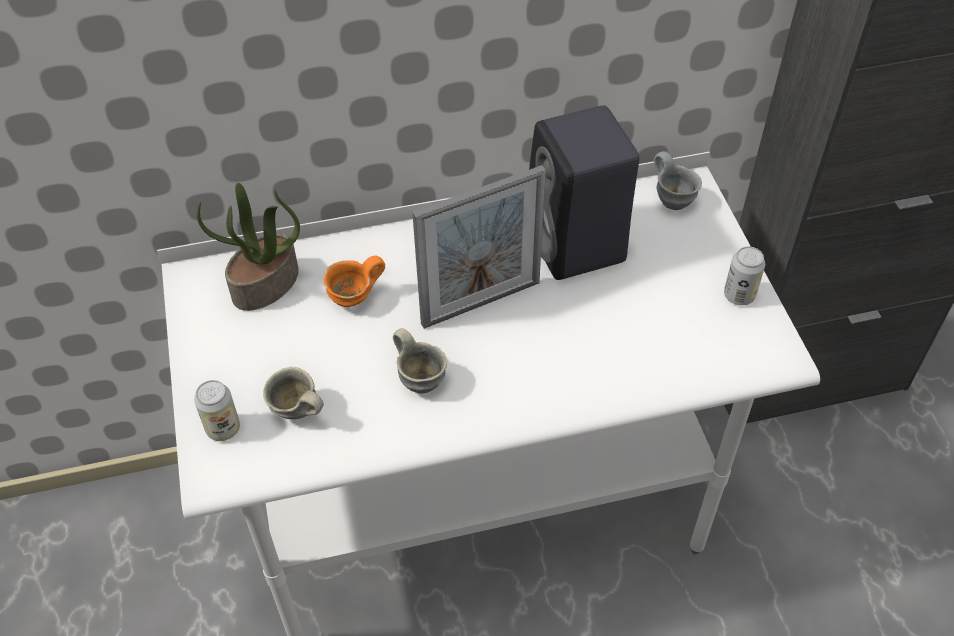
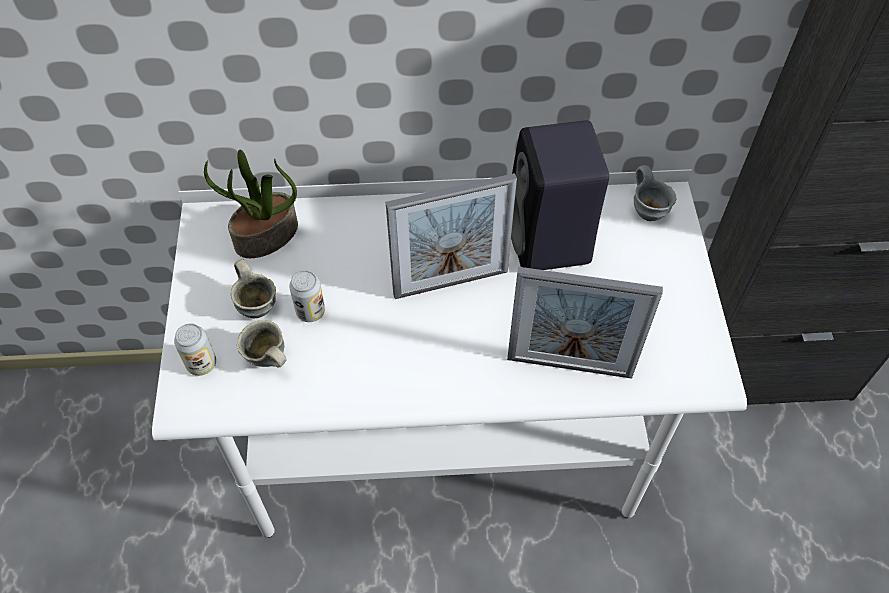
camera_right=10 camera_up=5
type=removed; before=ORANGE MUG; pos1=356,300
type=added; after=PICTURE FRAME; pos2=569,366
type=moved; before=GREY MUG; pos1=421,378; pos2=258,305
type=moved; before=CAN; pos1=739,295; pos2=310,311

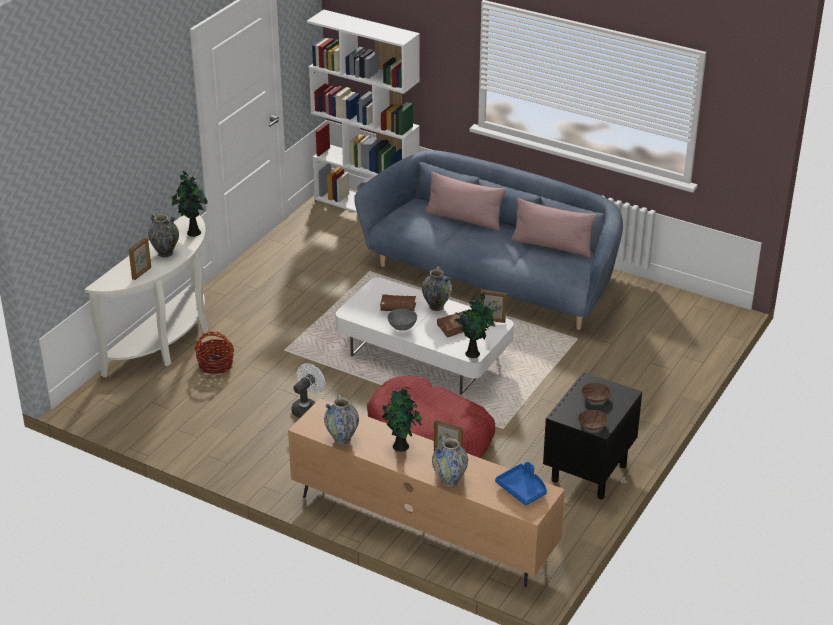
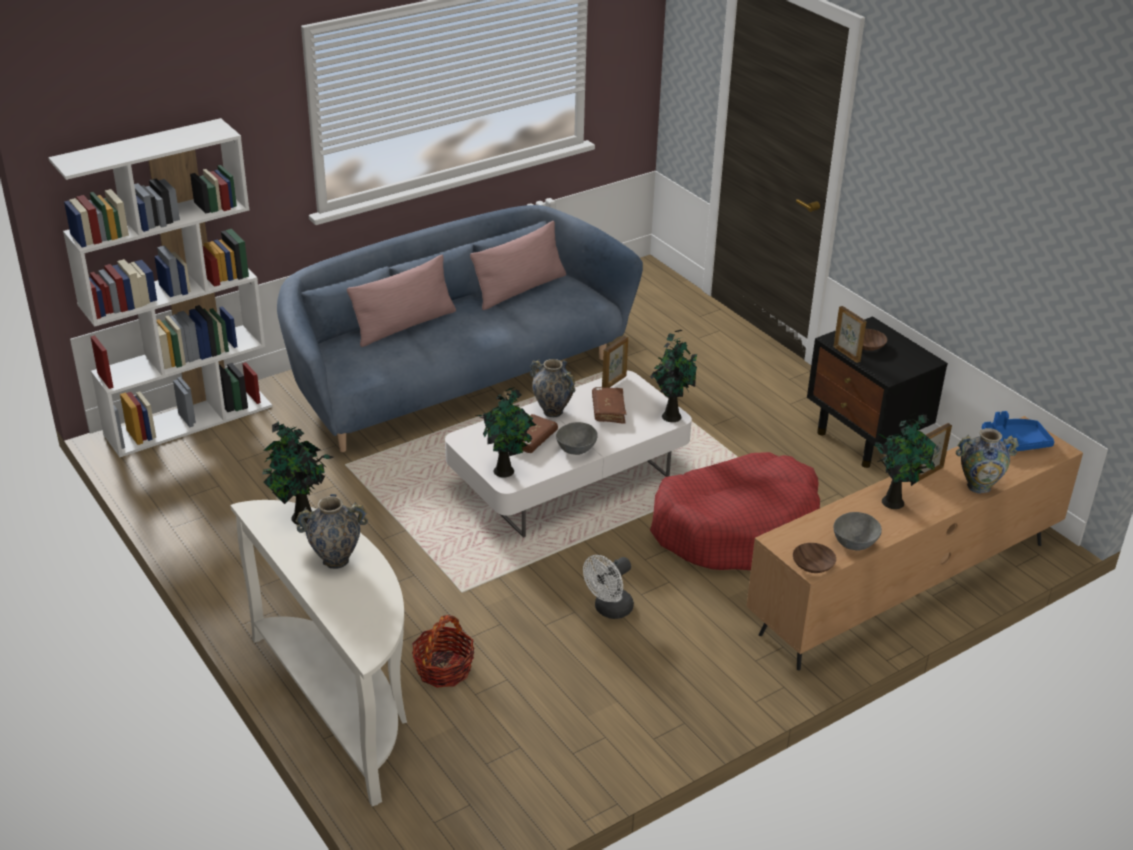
camera_right=-65 camera_up=0
type=added; after=POTTED PLANT; pos2=506,471
type=moved; before=PICTURE FRAME; pos1=142,273; pos2=847,354
type=moved; before=BROWN BOWL; pos1=592,425; pos2=814,565
type=replaced; before=VASE; after=GREY BOWL; pos1=342,439; pos2=855,543
type=turned; before=WHITE FAN; pos1=307,408; pos2=609,610; turn=-105

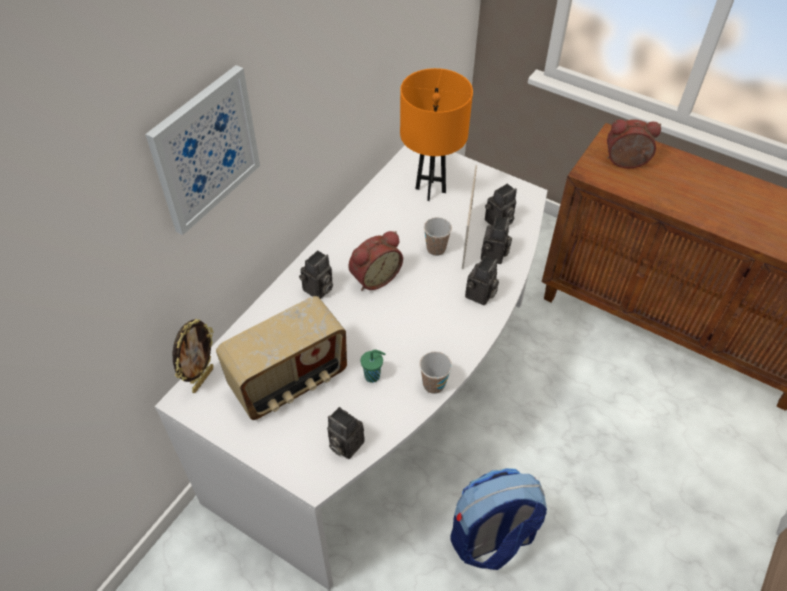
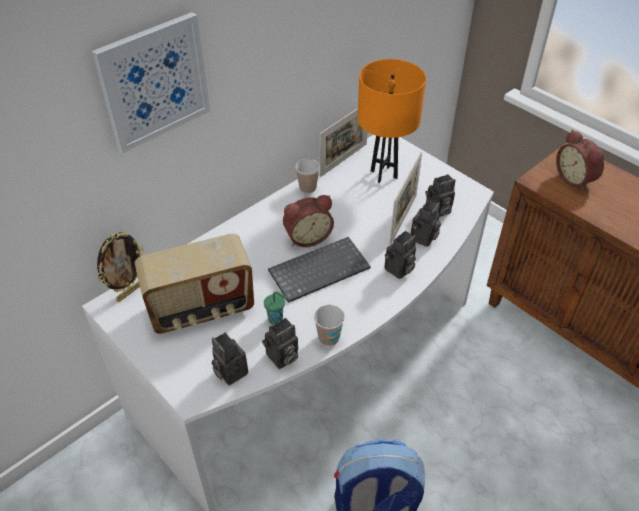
camera_right=15 camera_up=-5
type=added; after=KEYBOARD; pos2=319,269
type=added; after=PICTURE FRAME; pos2=343,160
type=moved; before=PHOTO CAMERA; pos1=318,290; pos2=282,358
type=moved; before=CUP; pos1=436,249; pos2=307,188
type=turned; before=ALARM CLOCK; pos1=625,163; pos2=575,179; turn=-135

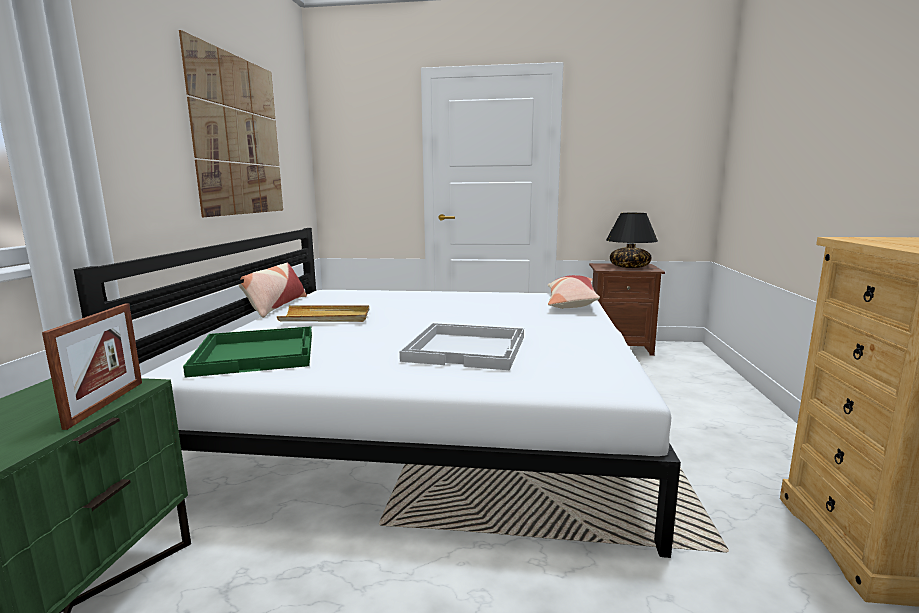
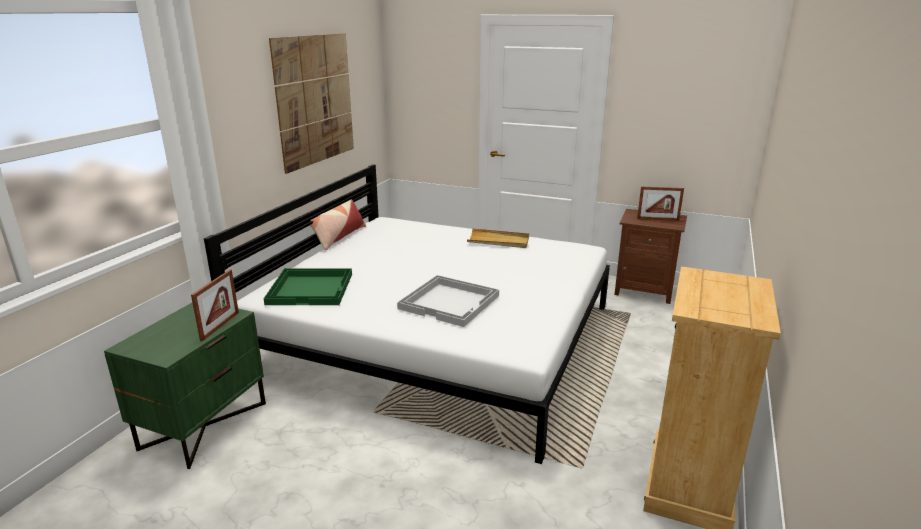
camera_right=15 camera_up=10
type=removed; before=PILLOW; pos1=571,302
type=moved; before=BEIGE TRAY; pos1=326,317; pos2=498,241
type=replaced; before=BLACK TABLE LAMP; after=PICTURE FRAME; pos1=629,267; pos2=658,219

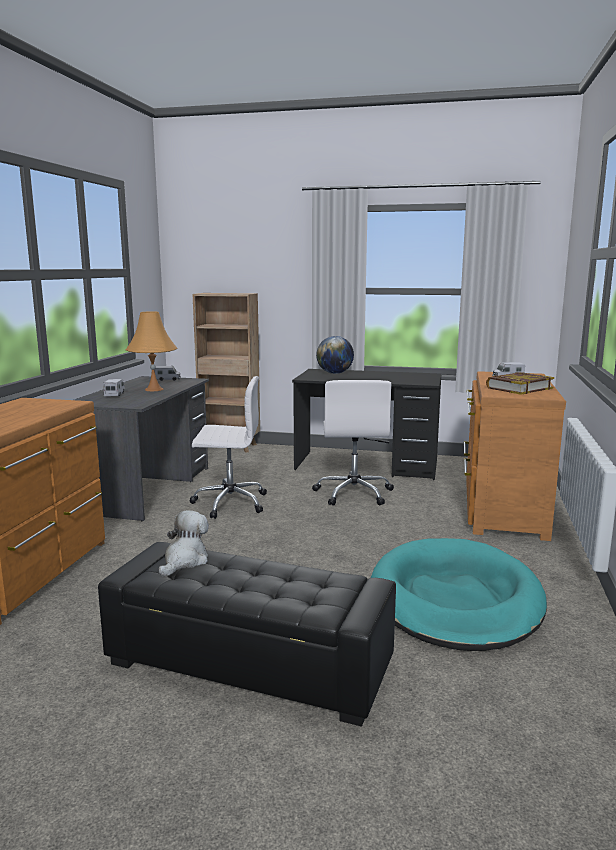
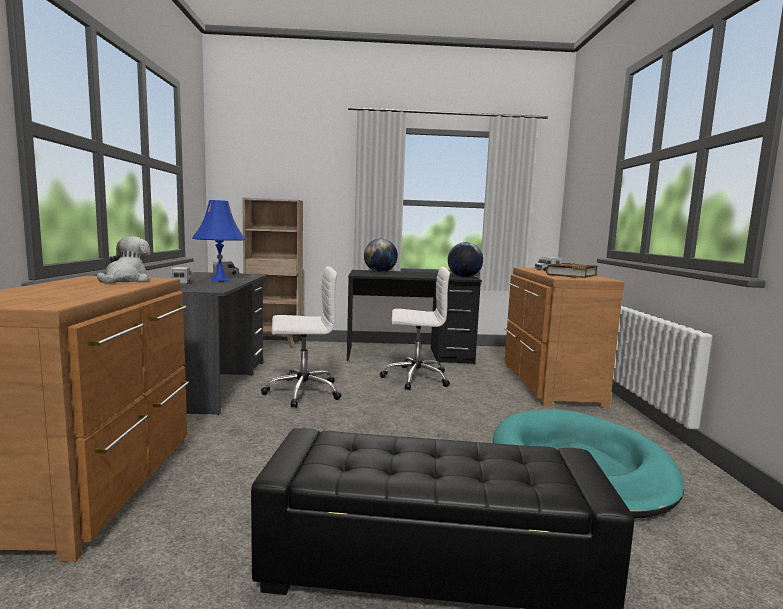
camera_right=-15 camera_up=-5
type=added; after=GLOBE; pos2=464,277
type=moved; before=PLUSH TOY; pos1=185,561; pos2=126,280
type=recoloured; before=ORANGE TABLE LAMP; after=BLUE TABLE LAMP; pos1=154,389; pos2=220,280
type=turned; before=WHITE OFFICE CHAIR; pos1=354,493; pos2=414,378; turn=-75

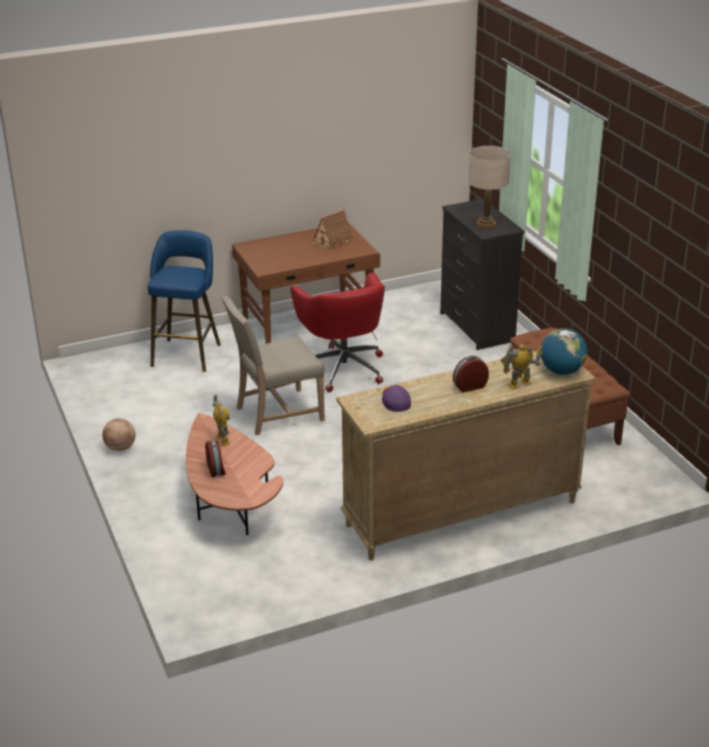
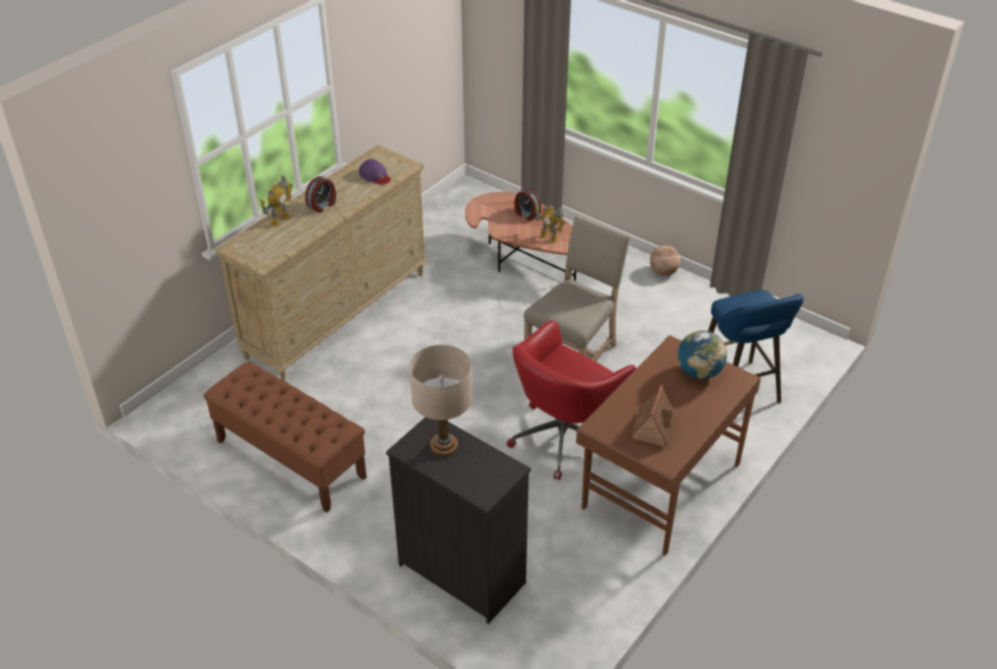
camera_right=150 camera_up=10
type=moved; before=GLOBE; pos1=561,371; pos2=699,372
type=turned; before=RED OFFICE CHAIR; pos1=343,367; pos2=564,436; turn=-90

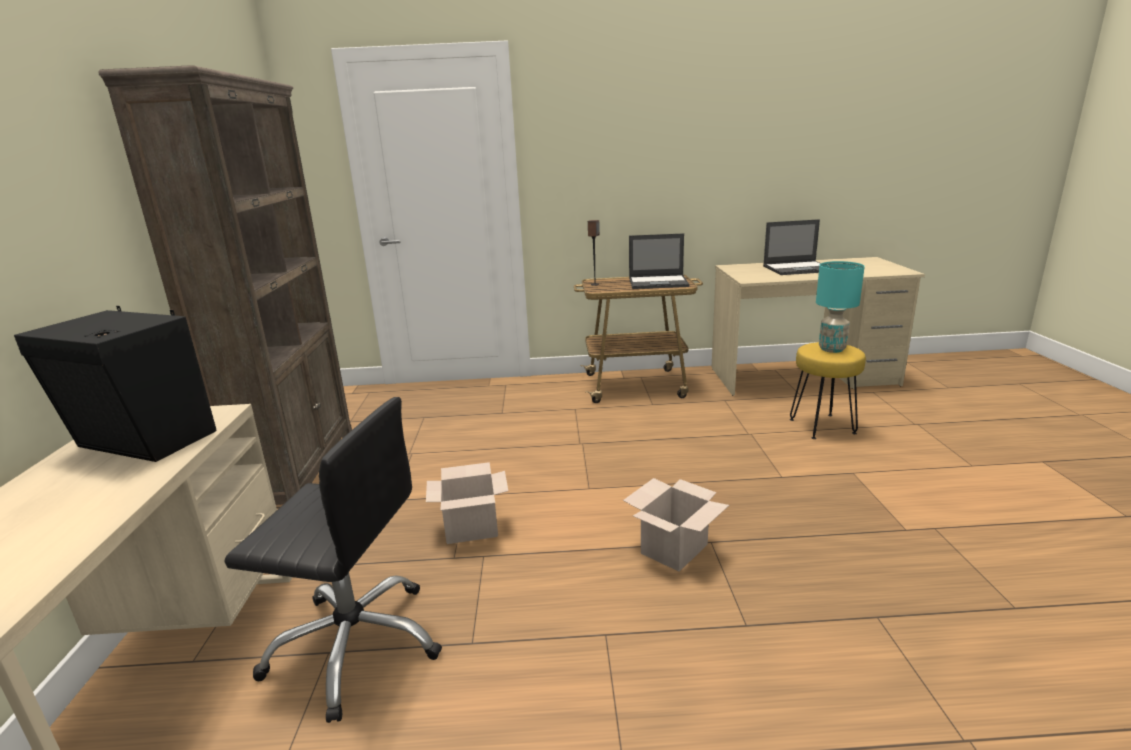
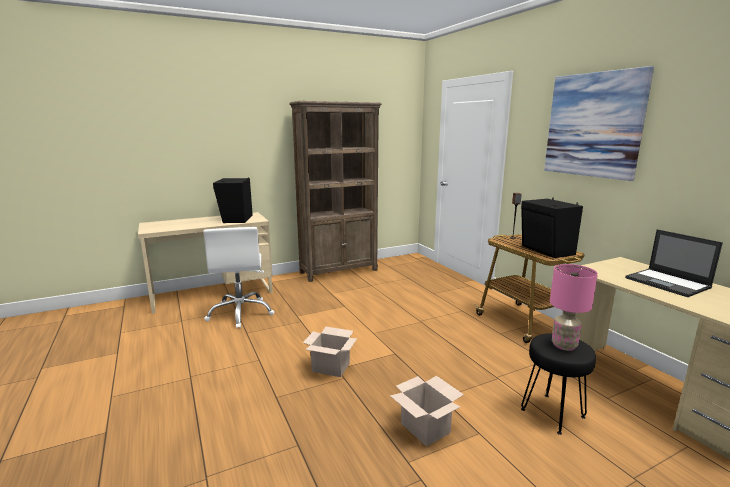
camera_right=65 camera_up=-5
type=added; after=PICTURE; pos2=593,125
type=moved; before=CARDBOARD BOX; pos1=473,527; pos2=426,428
type=replaced; before=LAPTOP; after=BLACK SPEAKER; pos1=659,282; pos2=546,251
type=recoloured; before=BLACK OFFICE CHAIR; after=WHITE OFFICE CHAIR; pos1=356,644; pos2=241,313
type=recoloured; before=YELLOW STOOL; after=BLACK STOOL; pos1=822,426; pos2=551,413
type=recoloured; before=TURQUOISE TABLE LAMP; after=PINK TABLE LAMP; pos1=831,349; pos2=564,345

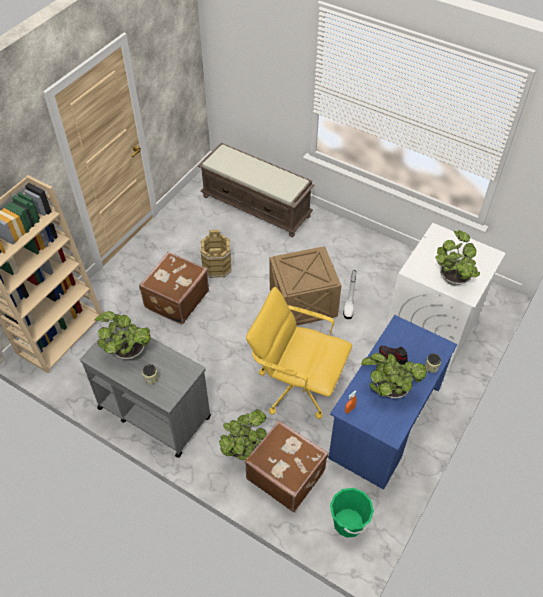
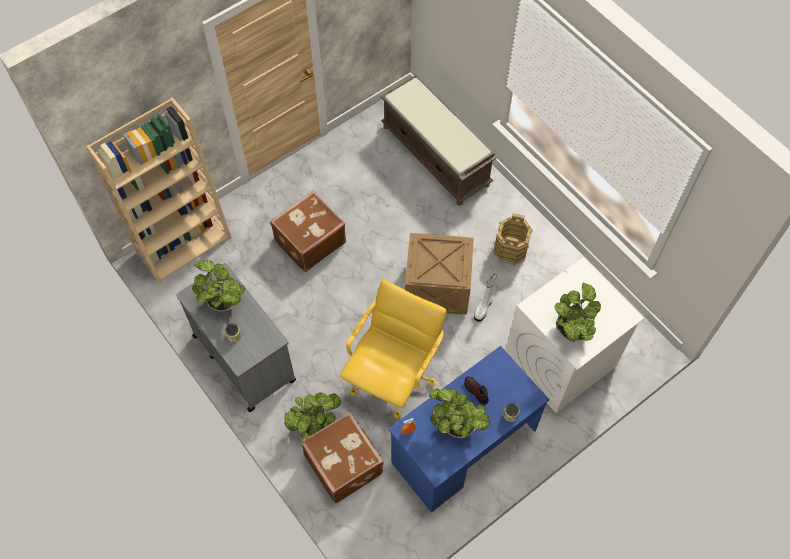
camera_right=20 camera_up=10
type=removed; before=GREEN BUCKET; pos1=348,523
type=moved; before=BROWN BUCKET; pos1=216,267; pos2=510,250
type=turned; before=YELLOW OFFICE CHAIR; pos1=297,385; pos2=393,376; turn=75

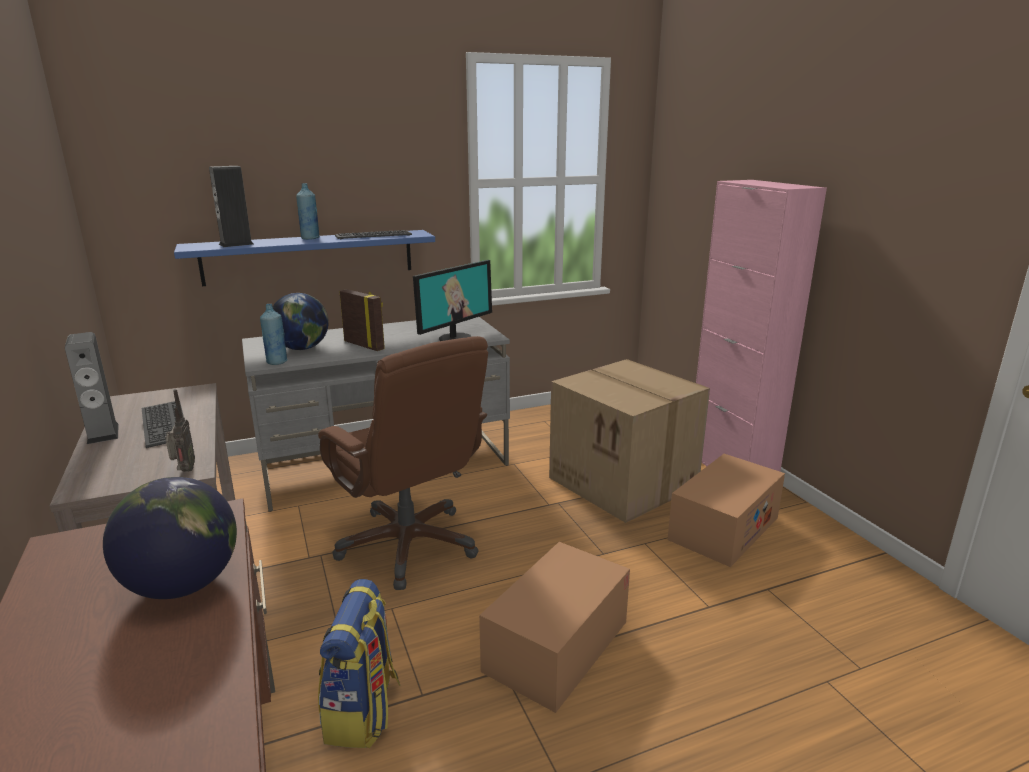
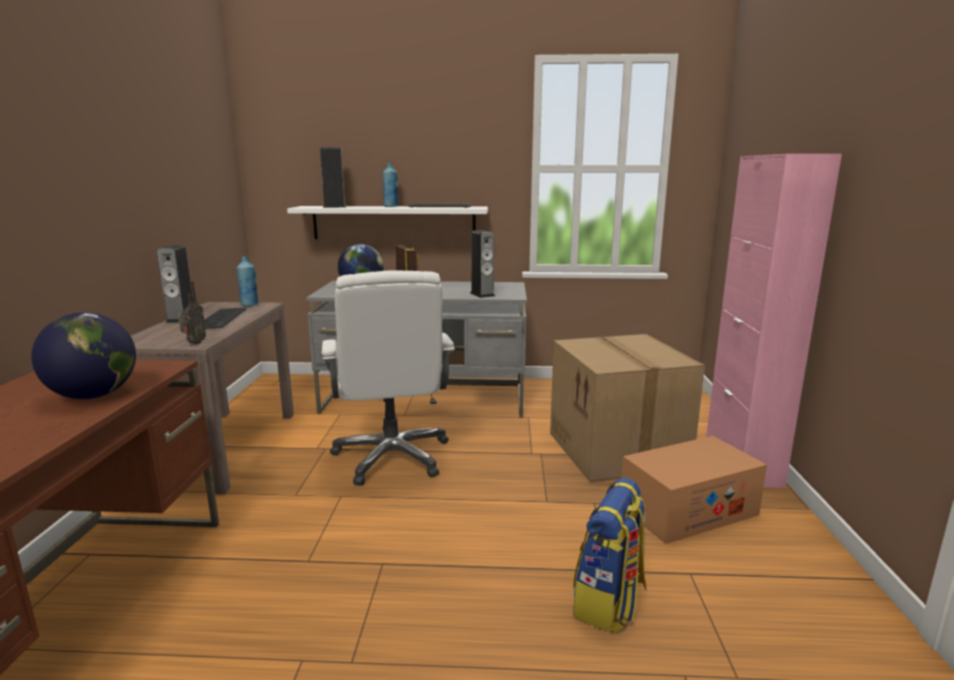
camera_right=25 camera_up=-5
type=removed; before=CARDBOARD BOX; pos1=557,646
type=moved; before=BLUE BOTTLE; pos1=277,362; pos2=250,305
type=moved; before=BACKPACK; pos1=363,712; pos2=609,602
type=replaced; before=MONITOR; after=SPEAKER; pos1=454,338; pos2=482,294
type=recoloured; before=BLUE SHELF; after=WHITE SHELF; pos1=309,257; pos2=394,223
type=recoloured; before=BROWN OFFICE CHAIR; after=WHITE OFFICE CHAIR; pos1=409,545; pos2=392,457

